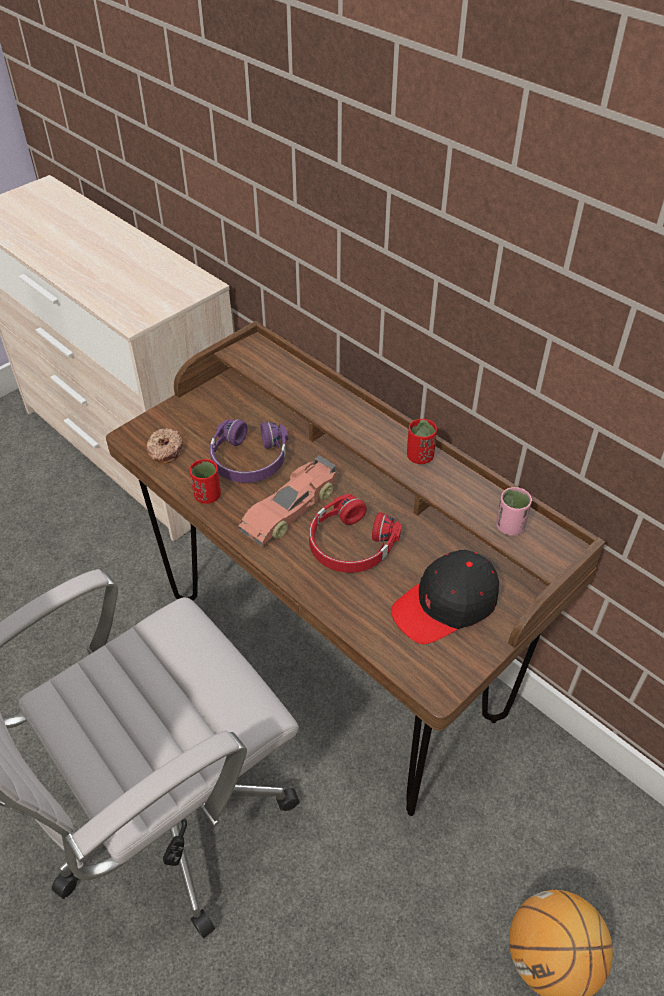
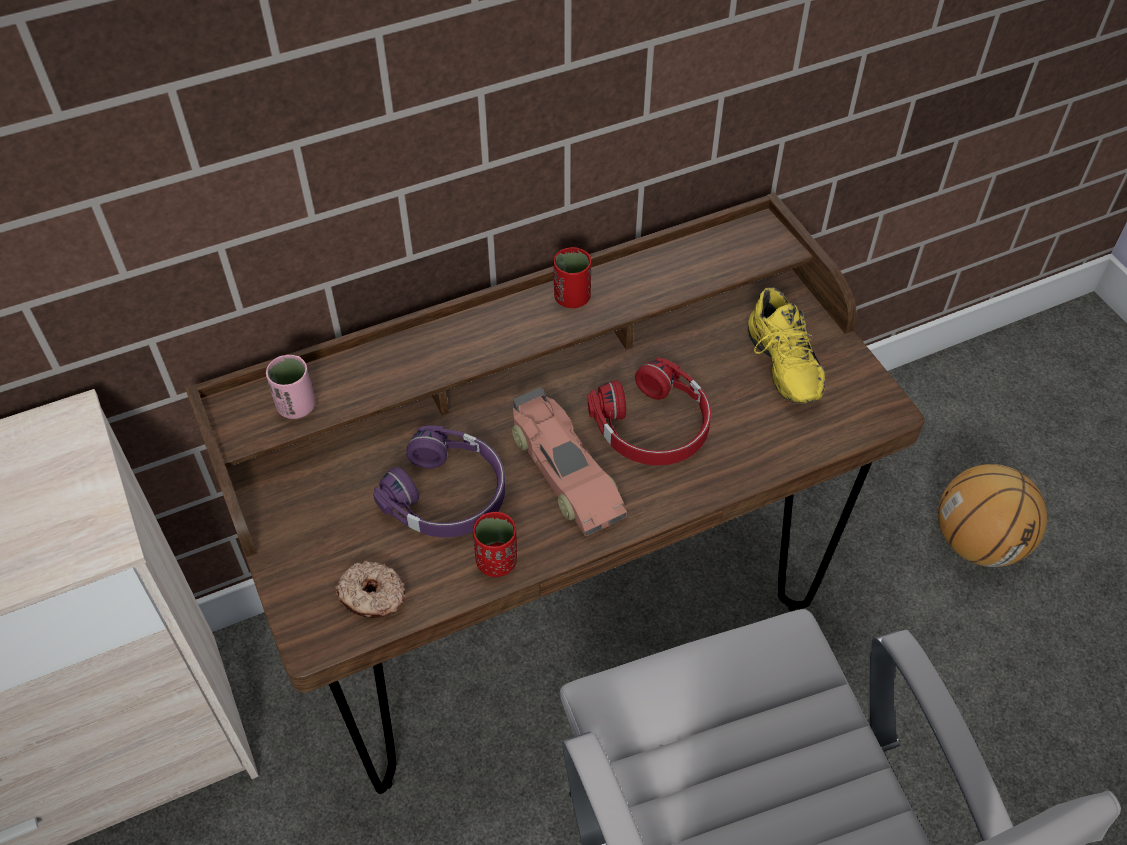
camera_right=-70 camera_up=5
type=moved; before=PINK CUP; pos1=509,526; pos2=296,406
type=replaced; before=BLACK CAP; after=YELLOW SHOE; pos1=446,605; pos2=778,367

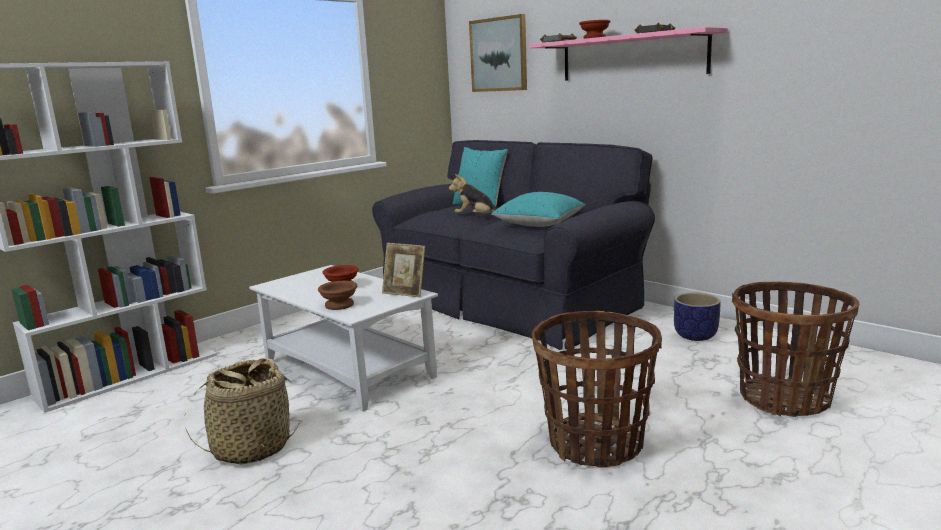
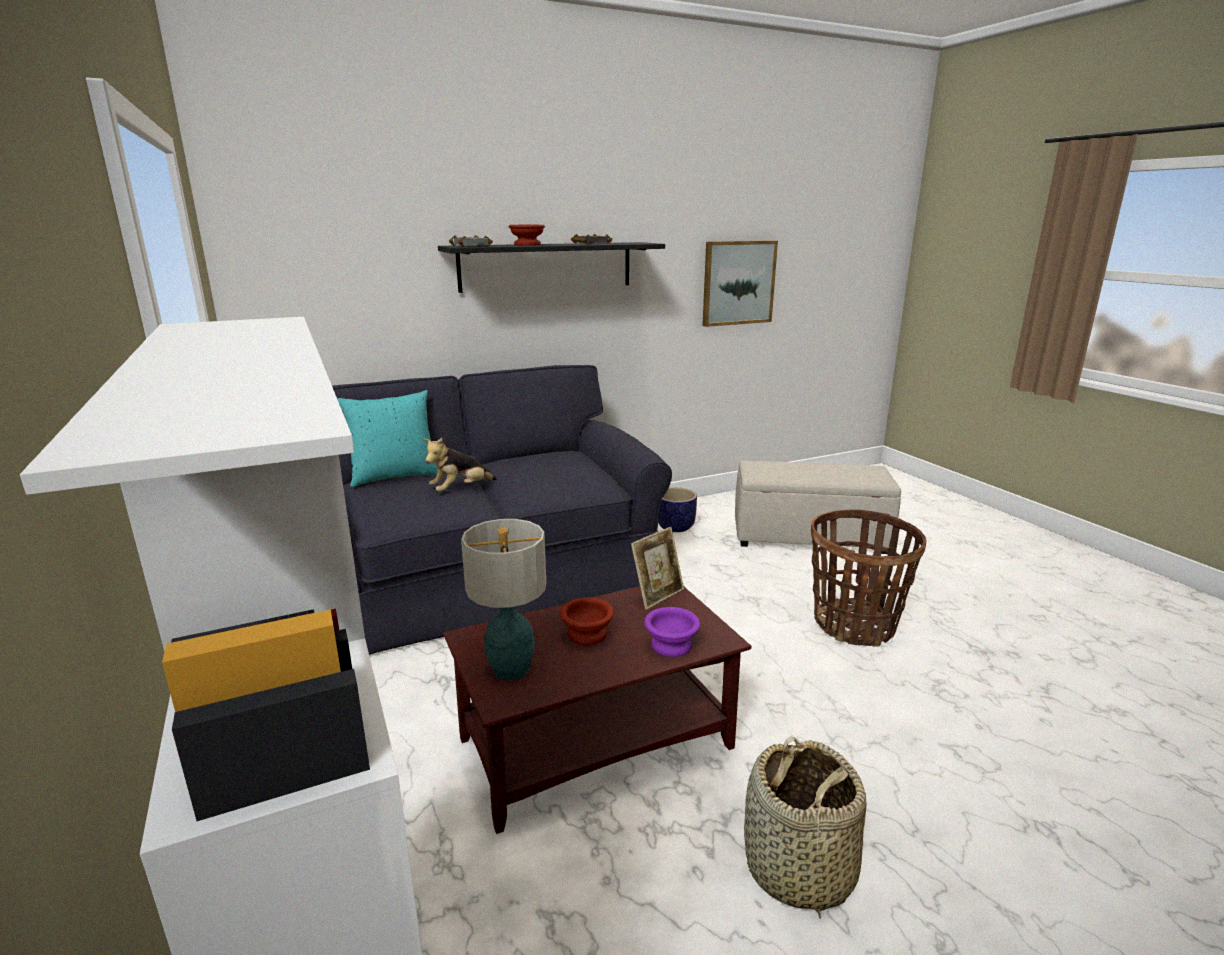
camera_right=-70 camera_up=5
type=removed; before=TURQUOISE PILLOW; pos1=539,224
type=added; after=TABLE LAMP; pos2=512,670
type=moved; before=PICTURE; pos1=499,54; pos2=738,283
type=replaced; before=BASKET; after=BEIGE OTTOMAN; pos1=784,399; pos2=808,537
type=recoloured; before=WHITE COFFEE TABLE; after=BROWN COFFEE TABLE; pos1=349,369; pos2=597,742
type=recoloured; before=BROWN BOWL; after=PURPLE BOWL; pos1=338,305; pos2=671,646
type=recoloured; before=PINK SHELF; after=BLACK SHELF; pos1=632,57; pos2=547,266

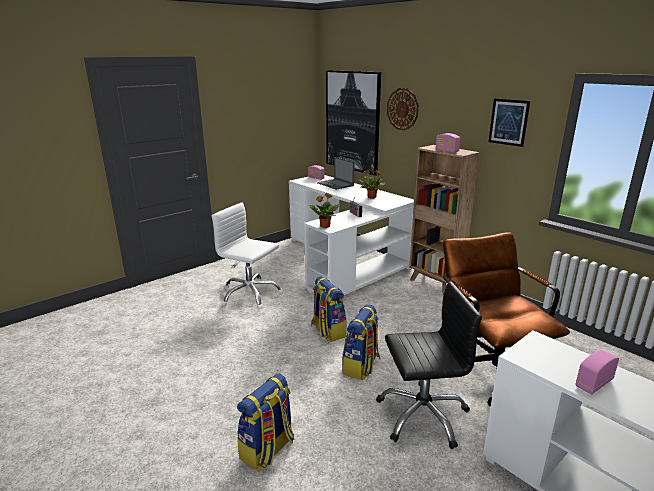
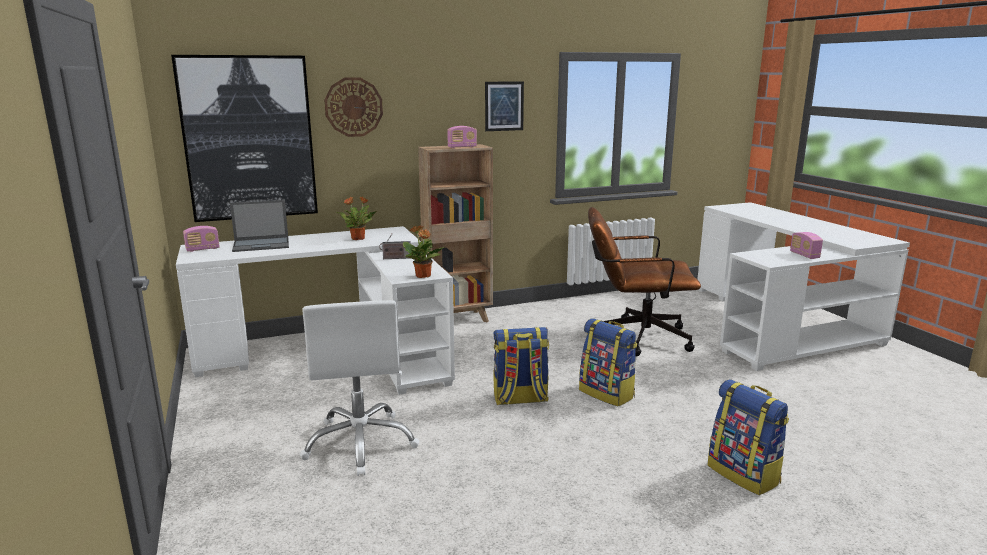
camera_right=-70 camera_up=-5
type=removed; before=BLACK OFFICE CHAIR; pos1=422,415
type=turned; before=WHITE OFFICE CHAIR; pos1=250,295; pos2=361,443; turn=-60

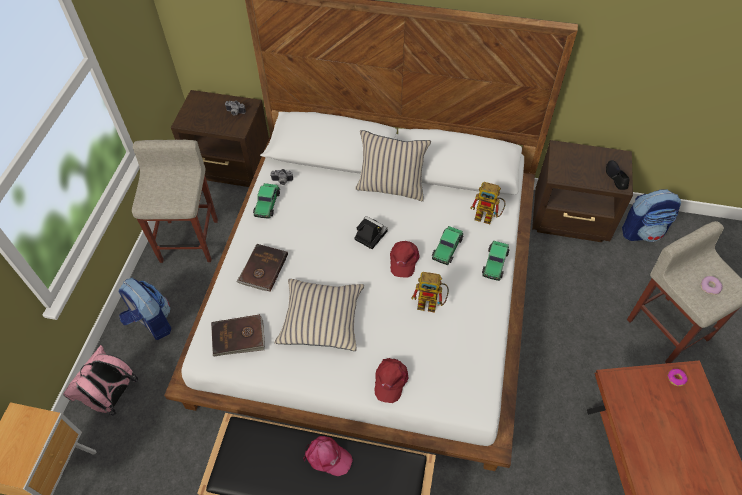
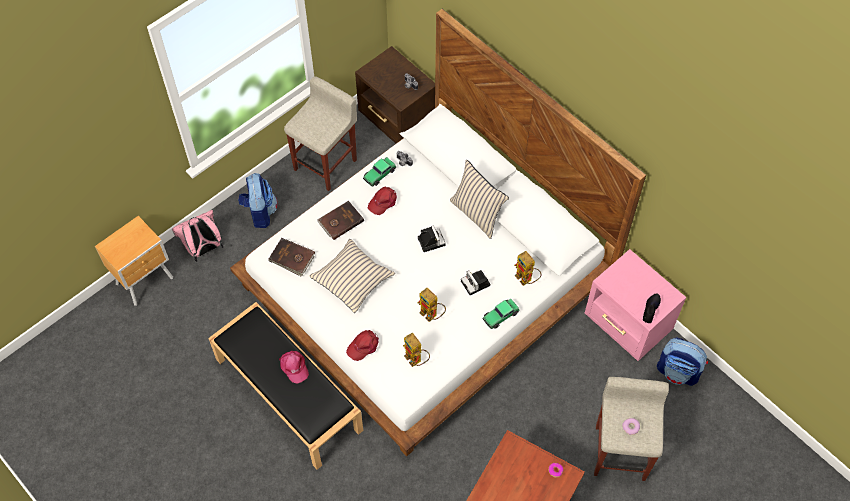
camera_right=35 camera_up=5
type=added; after=TOY ROBOT; pos2=416,360
type=moved; before=RED CAP; pos1=403,260; pos2=383,201
type=replaced; before=TOY CAR; after=PHOTO CAMERA; pos1=447,248; pos2=476,284
type=recoloured; before=BROWN NIGHTSTAND; after=PINK NIGHTSTAND; pos1=571,220; pos2=627,326

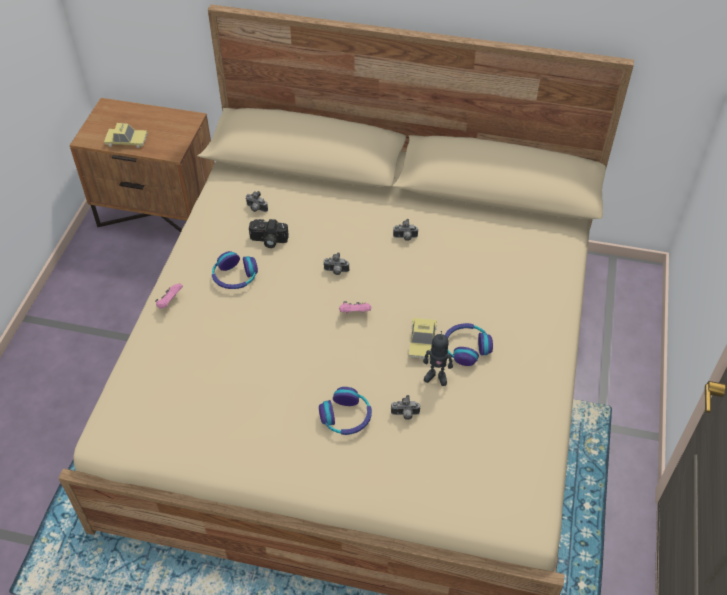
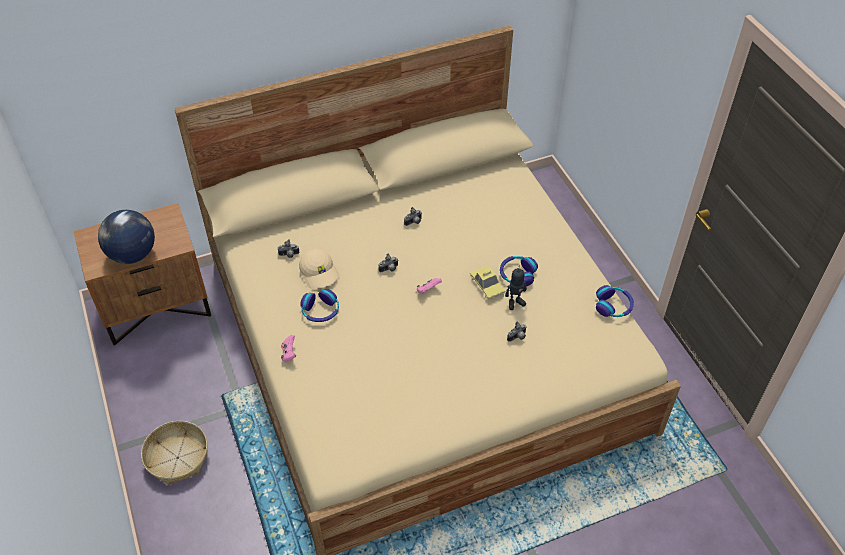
camera_right=-35 camera_up=0
type=added; after=BASKET; pos2=177,457
type=moved; before=HEADPHONES; pos1=346,417; pos2=613,306
type=replaced; before=TOY CAR; after=GLOBE; pos1=126,140; pos2=132,254
type=replaced; before=PHOTO CAMERA; after=BEIGE CAP; pos1=268,240; pos2=320,273

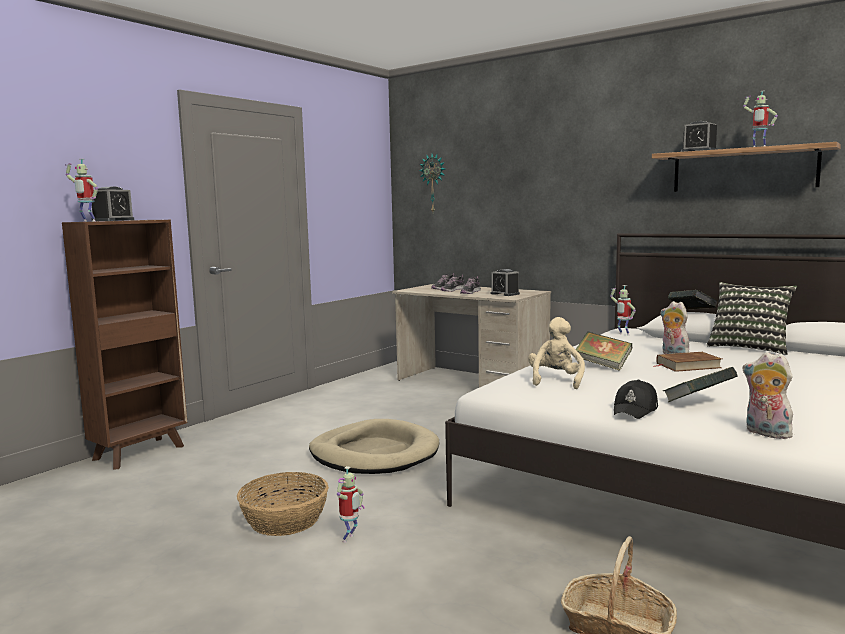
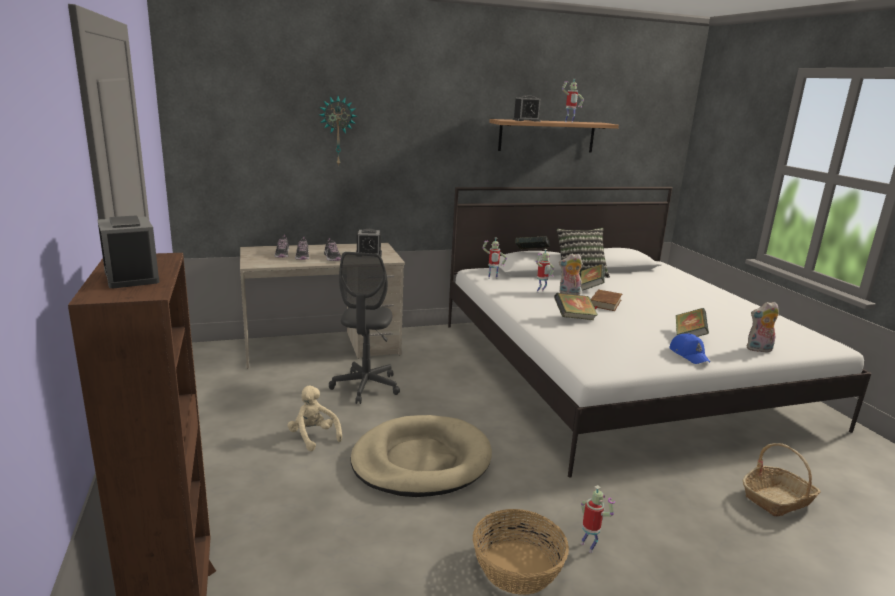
camera_right=-55 camera_up=10
type=added; after=GREY OFFICE CHAIR; pos2=366,387
type=added; after=BOOK; pos2=590,287
type=moved; before=TOY ROBOT; pos1=87,221; pos2=541,292
type=moved; before=WALL CLOCK; pos1=434,183; pos2=337,131
type=moved; before=BEIGE PLUSH TOY; pos1=556,381; pos2=313,437
type=recoloured; before=BLACK CAP; after=BLUE CAP; pos1=636,410; pos2=689,354

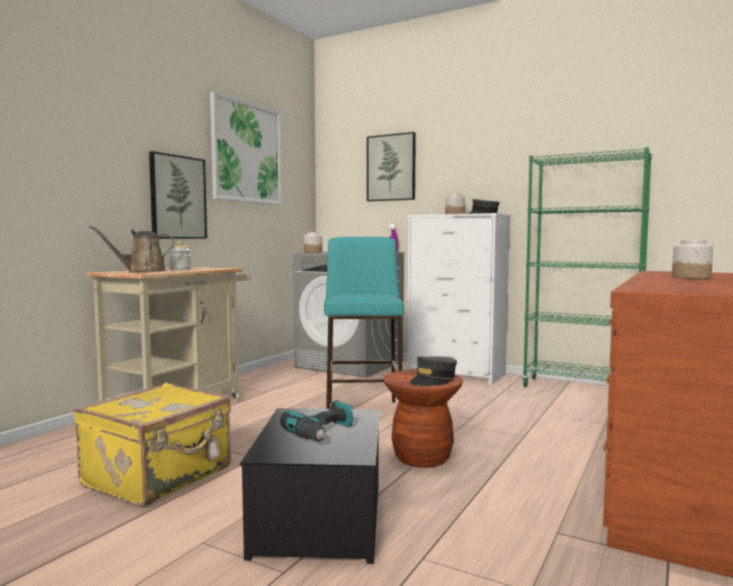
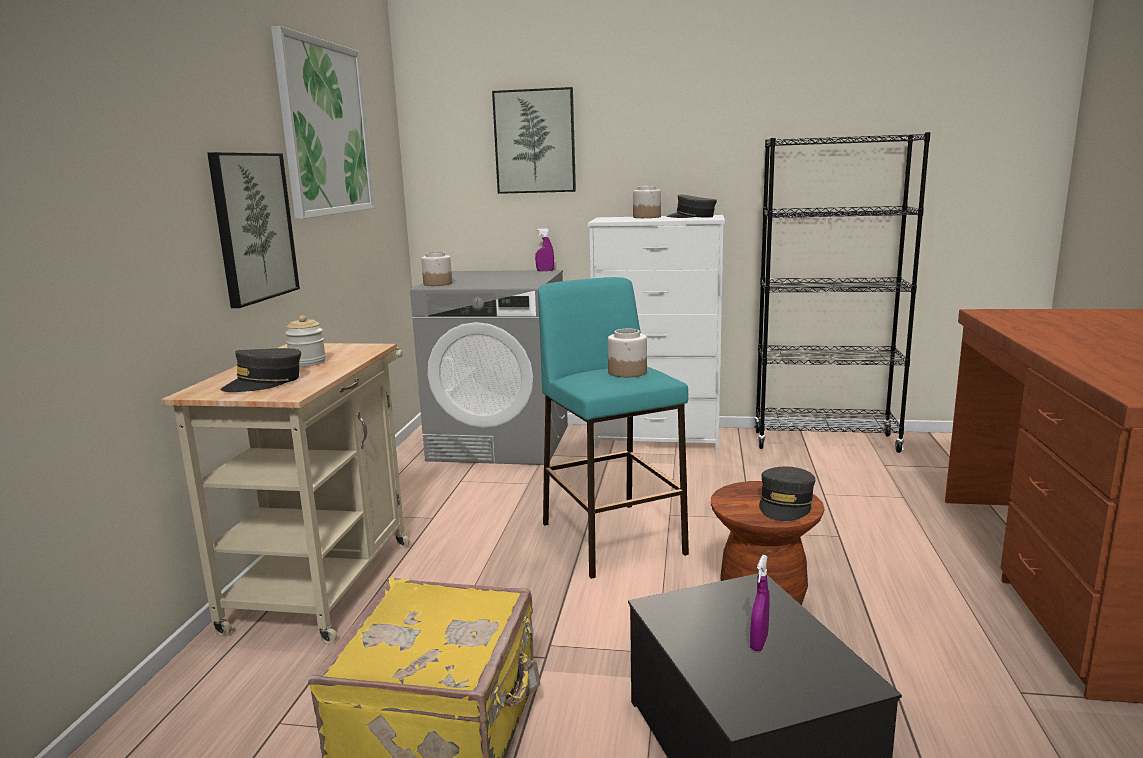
camera_right=-20 camera_up=10
type=moved; before=JAR; pos1=691,277; pos2=628,372
type=replaced; before=BROWN WATERING CAN; after=GREY CAP; pos1=142,271; pos2=264,383
type=replaced; before=POWER DRILL; after=PURPLE SPRAY BOTTLE; pos1=323,433; pos2=759,643
type=recoloured; before=GREEN BOOKCASE; after=BLACK BOOKCASE; pos1=581,389; pos2=825,442

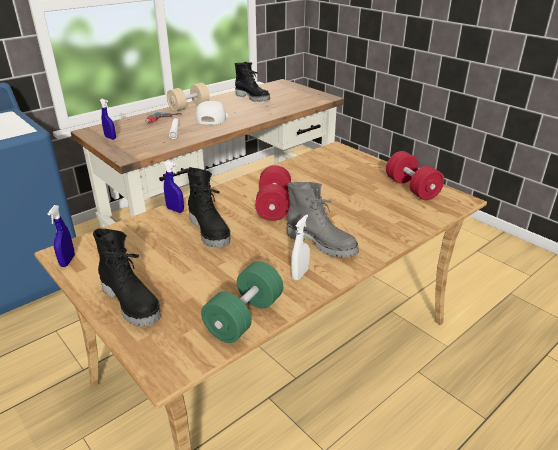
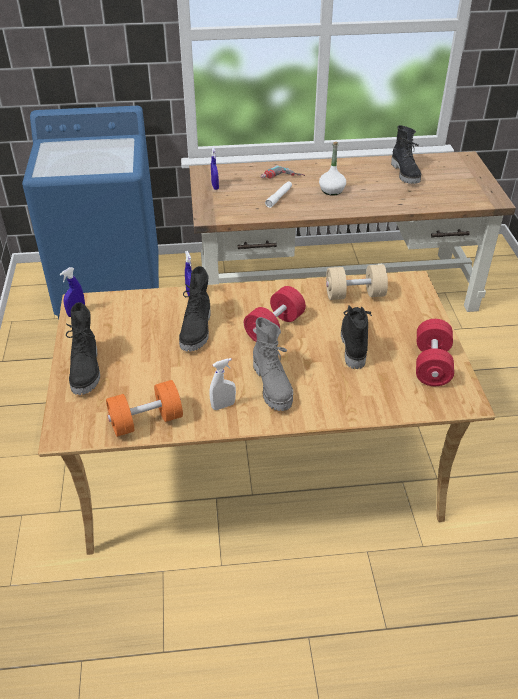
camera_right=35 camera_up=10
type=added; after=BLACK BOOT; pos2=353,343
type=moved; before=BEIGE DUMBBELL; pos1=189,107; pos2=355,294
type=replaced; before=WHITE CAP; after=WHITE BOTTLE; pos1=211,118; pos2=331,190
type=recoloured; before=GREEN DUMBBELL; after=ORANGE DUMBBELL; pos1=244,317; pos2=146,421

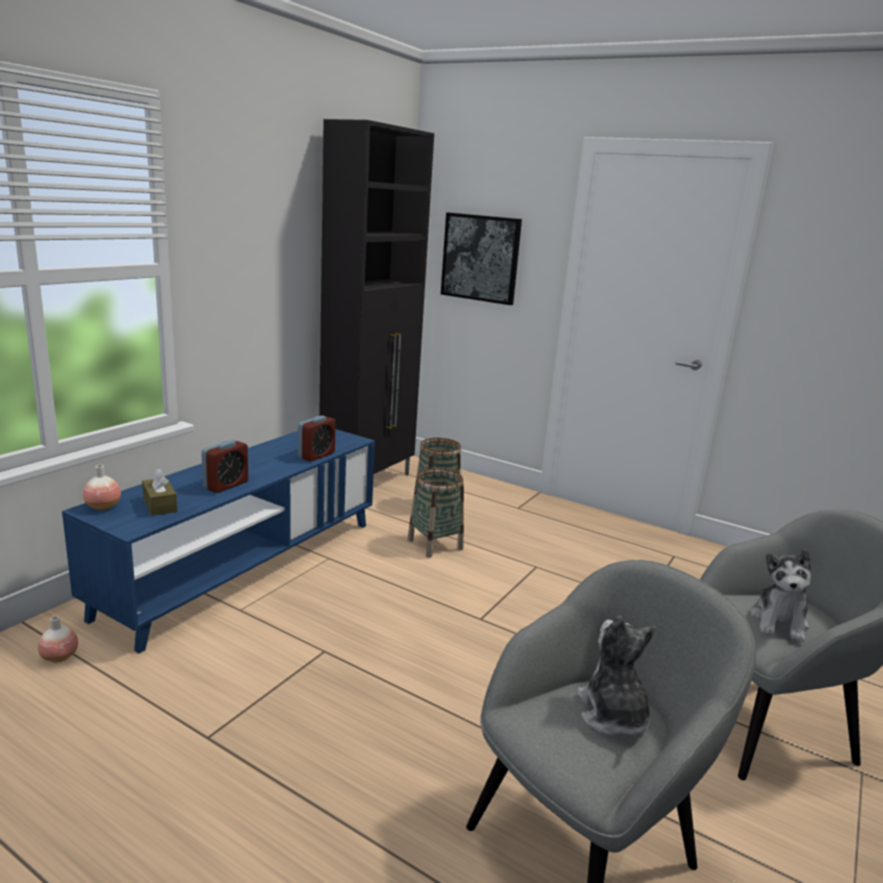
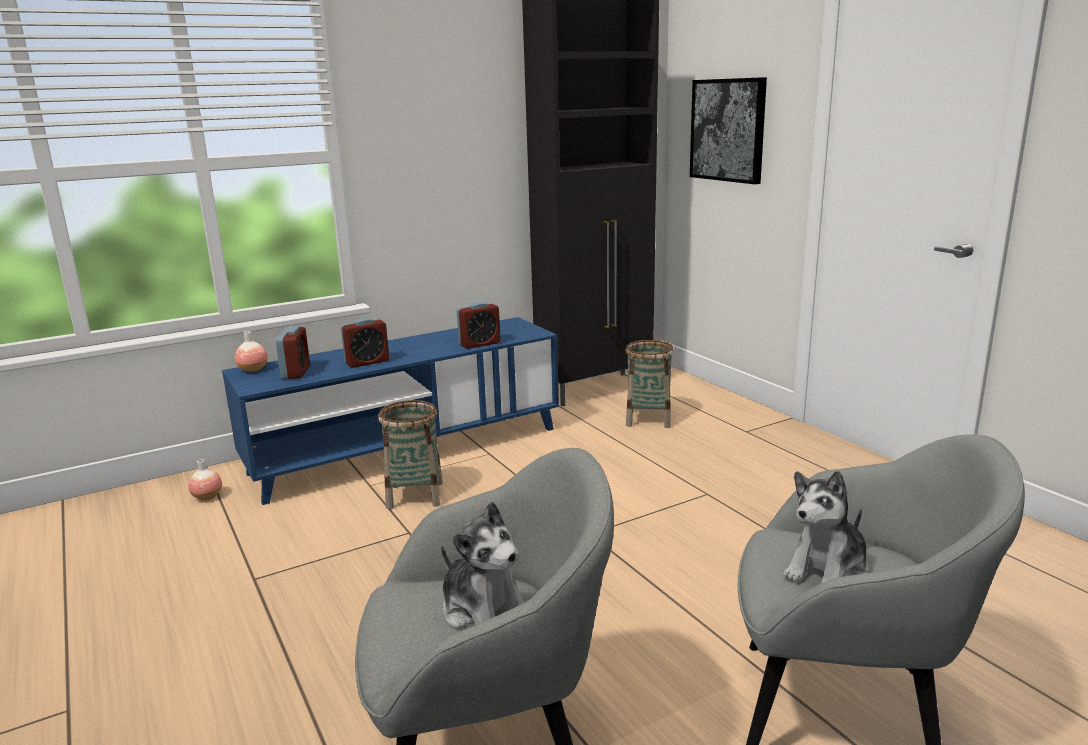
camera_right=30 camera_up=0
type=moved; before=BASKET; pos1=435,544; pos2=415,495
type=replaced; before=BROWN TISSUE BOX; after=ALARM CLOCK; pos1=160,505; pos2=296,372
type=turned; before=PLUSH TOY; pos1=612,715; pos2=484,611; turn=120

